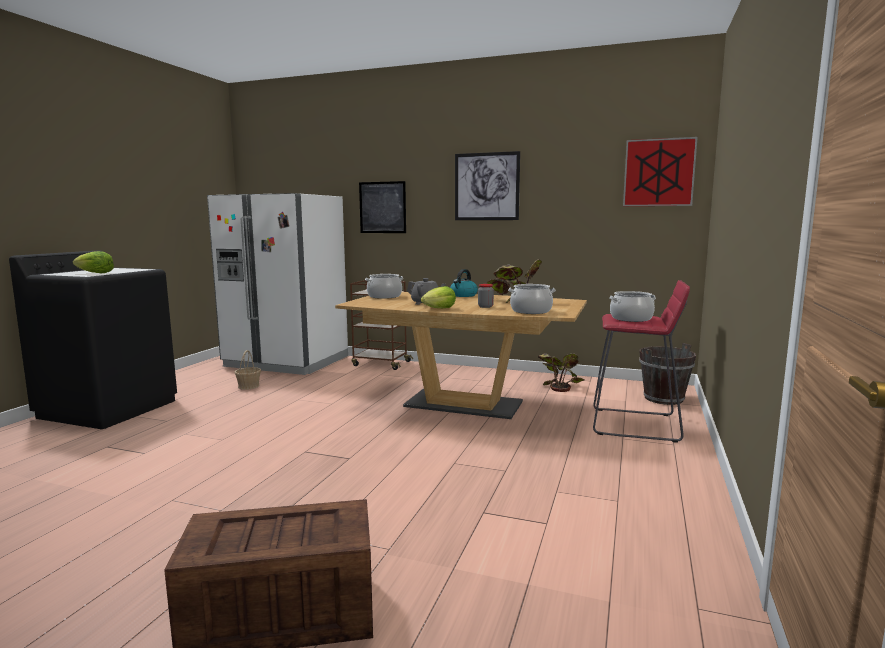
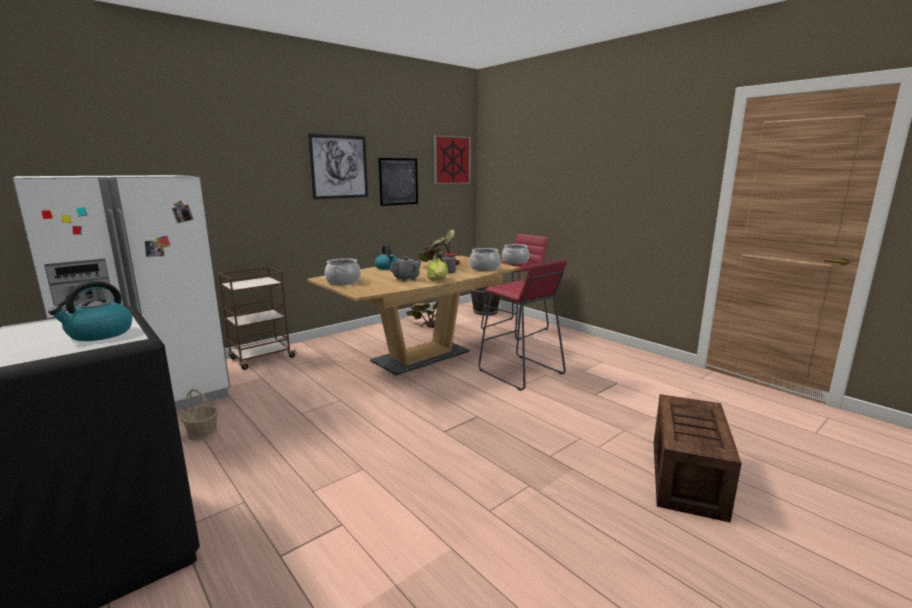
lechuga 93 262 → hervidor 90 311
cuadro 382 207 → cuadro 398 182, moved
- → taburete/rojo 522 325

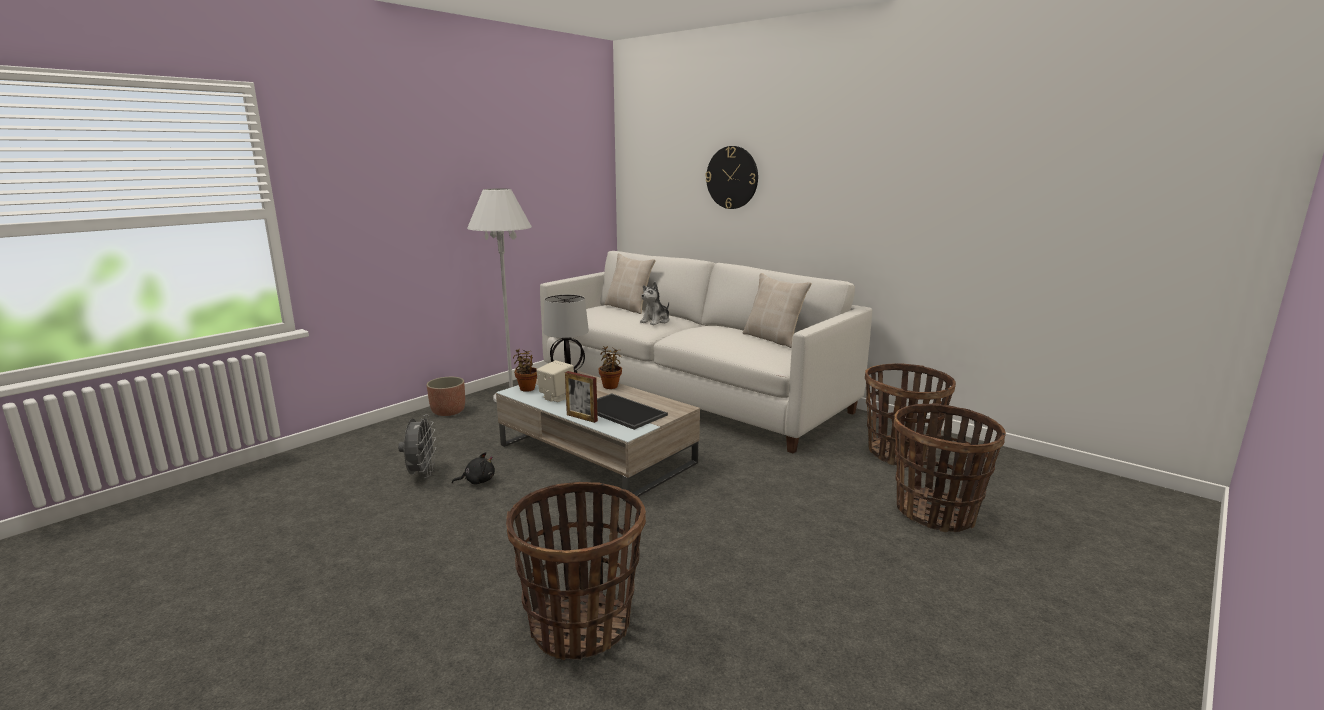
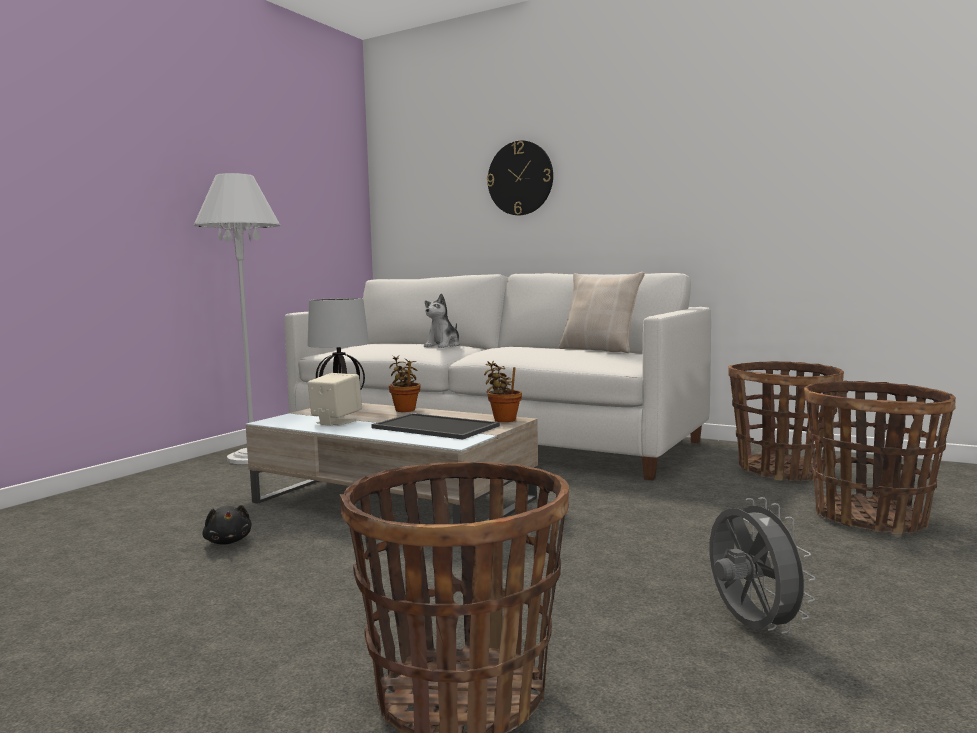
ventilador/gris 417 446 → ventilador/gris 762 565, moved
maceta 446 396 → -
peluche/negro 473 468 → peluche/negro 227 524, 90 degrees clockwise
planta en maceta 525 370 → planta en maceta 503 391, moved
portarretratos 581 397 → -
cojín/beis 630 283 → -

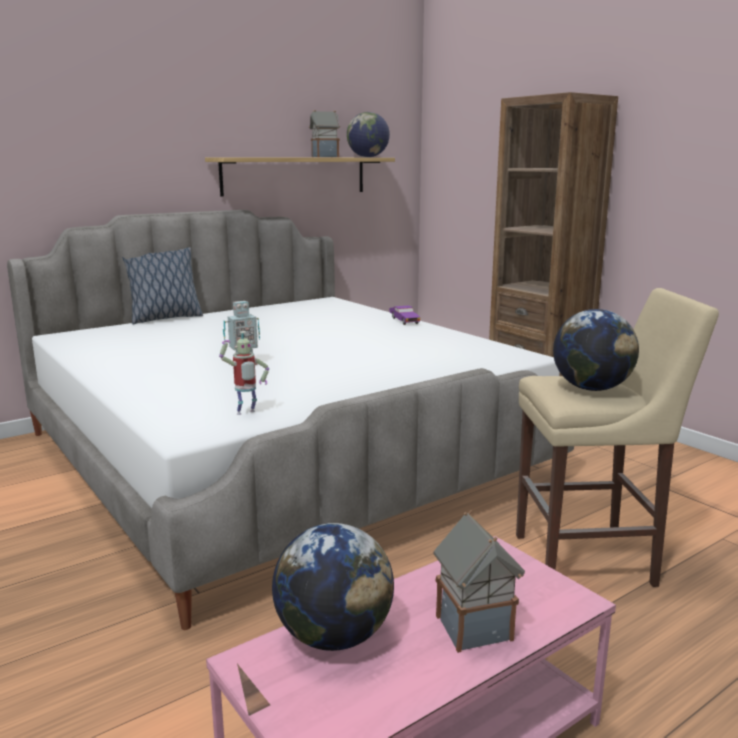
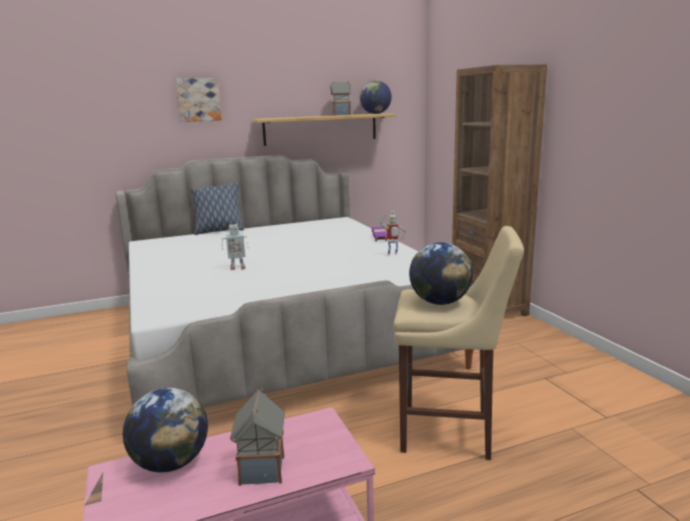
robot de juguete 244 373 → robot de juguete 393 233, moved
- → cuadro 198 100

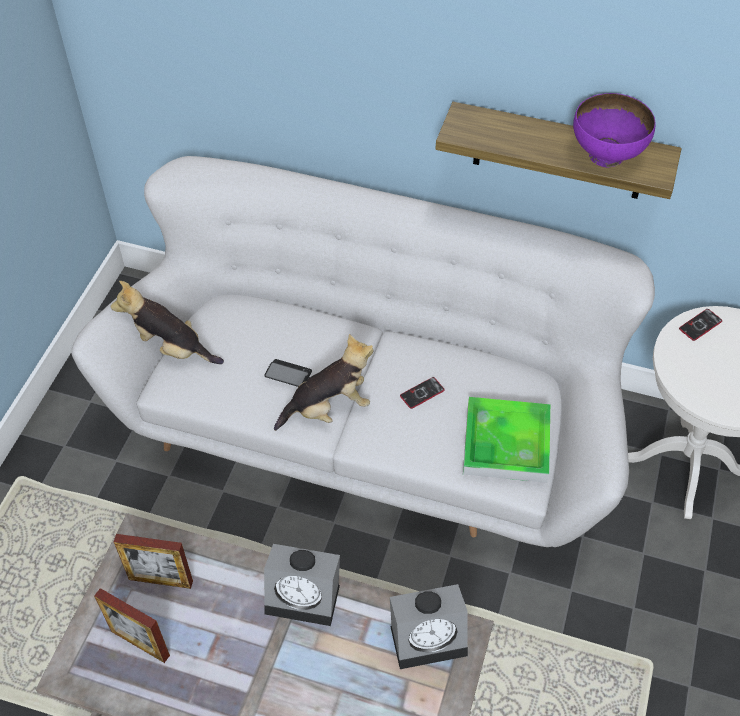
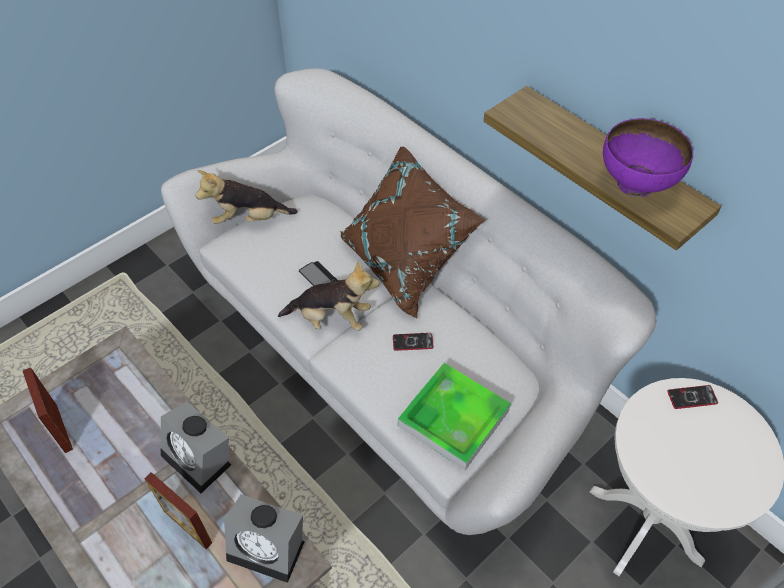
peluche 167 322 → peluche 247 197, 60 degrees counterclockwise
portarretratos 153 561 → portarretratos 178 510, moved
- → cojín/marrón 412 233

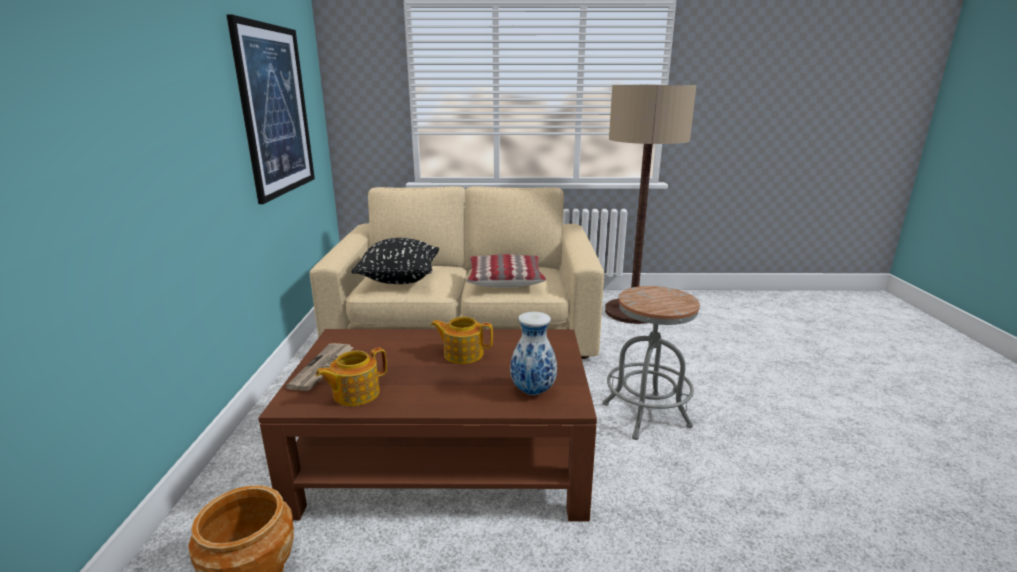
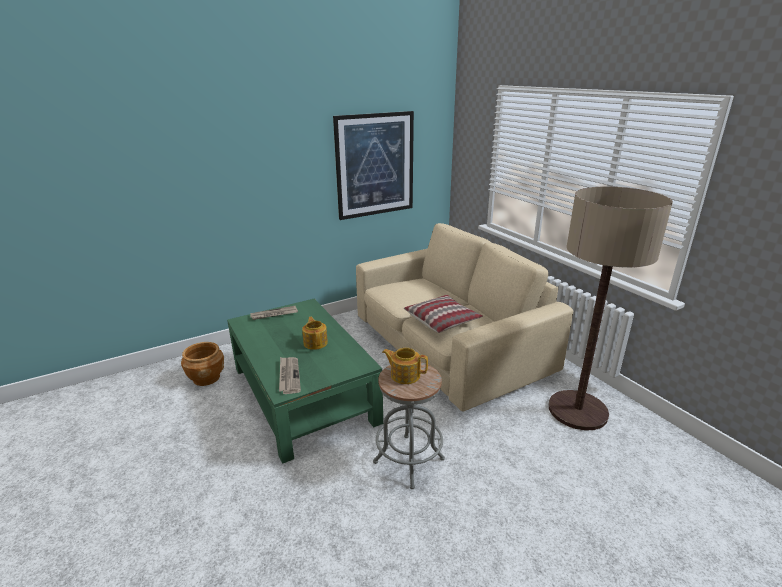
mesa de centro/marrón 428 425 → mesa de centro/verde 305 381
tetera 351 377 → tetera 405 366, moved
cojín/negro 395 261 → -
florero 533 353 → periódico 290 375

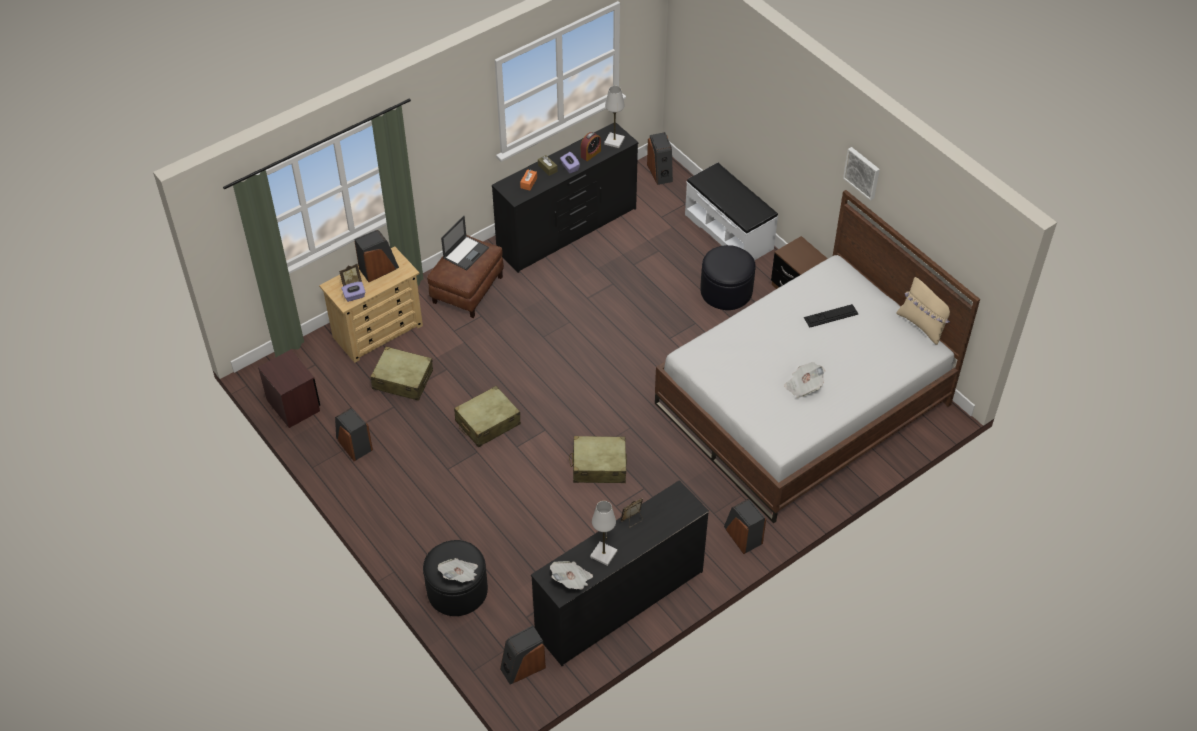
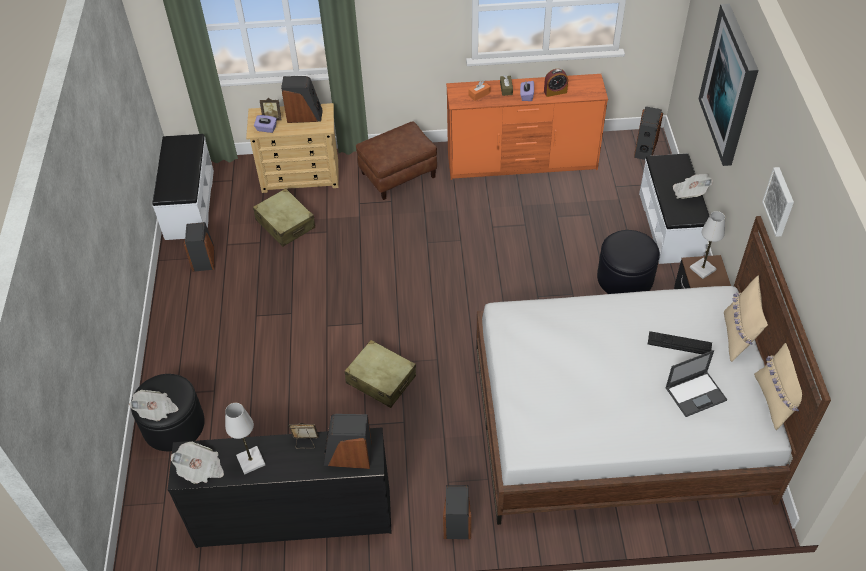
mesita de noche/marrón 289 389 → banco/blanco 183 187
portátil 465 243 → portátil 696 383, moved
maleta/beis 487 416 → -
cómoda/negro 565 198 → cómoda/naranja 527 127
altavoz 523 655 → altavoz 348 441, moved
lámpara de mesa/blanco 614 117 → lámpara de mesa/blanco 707 245, moved
periódico 804 380 → periódico 693 186, moved
- → cuadro 728 84
- → cojín/beis 746 318

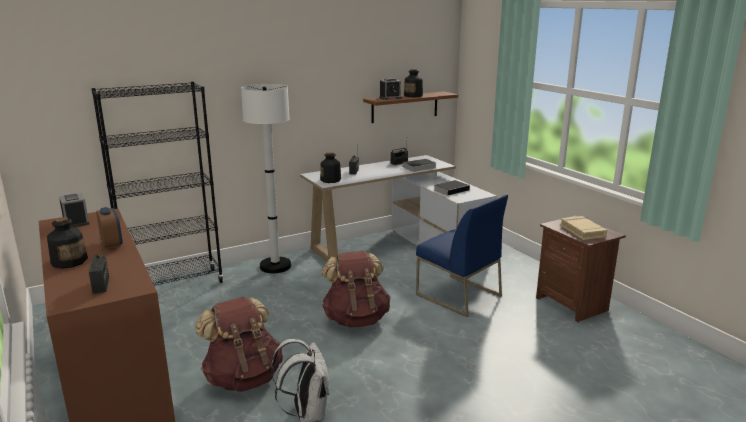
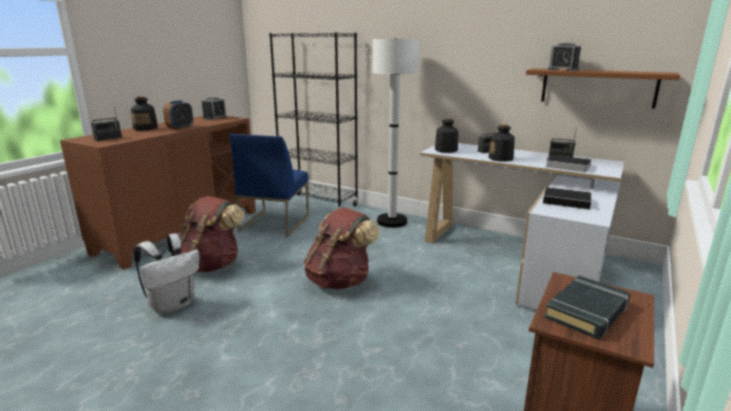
botella 413 83 → botella 501 142, moved
silla/azul 462 256 → silla/azul 269 185, moved
libro/beis 583 228 → libro/negro 587 307

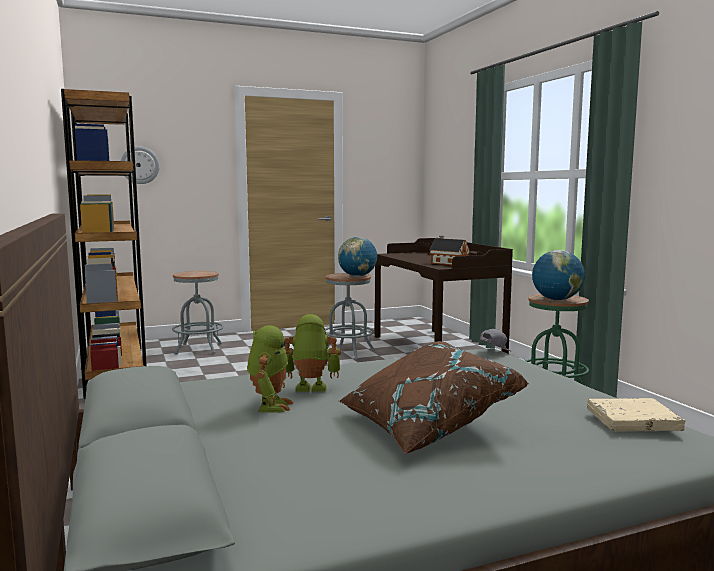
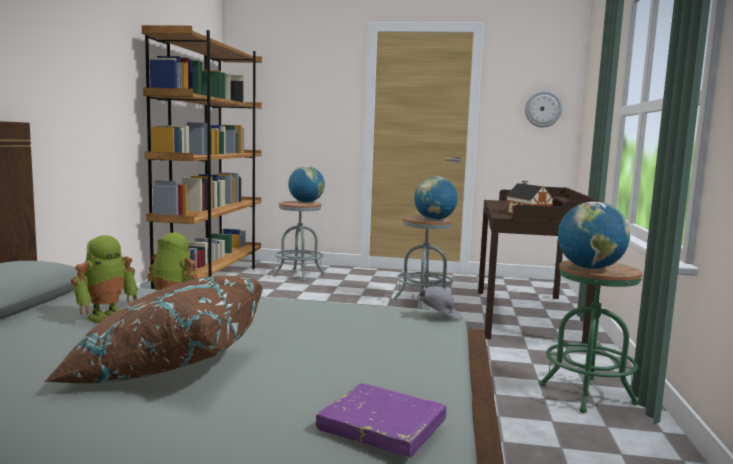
reloj de pared 140 165 → reloj de pared 543 108, moved
libro/beis 636 415 → libro/morado 381 420
- → globo terráqueo 306 184

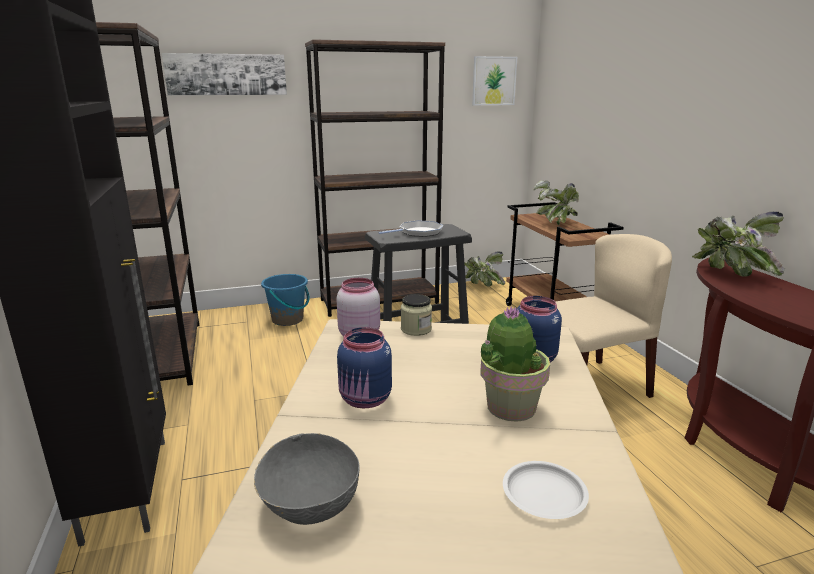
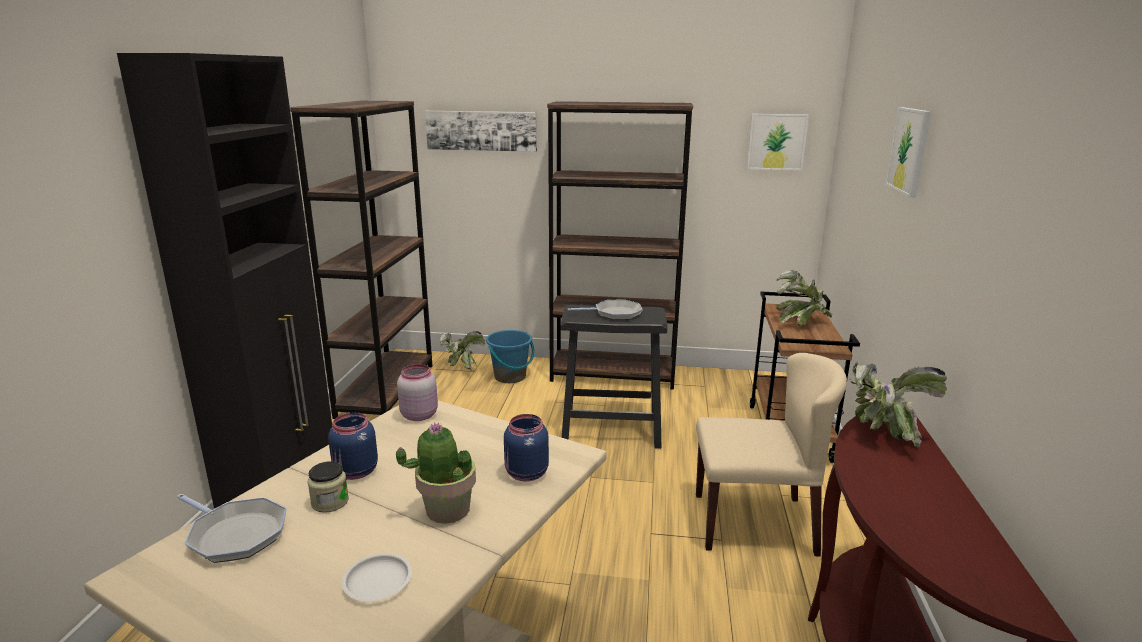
cuenco/gris 307 479 → sartén 232 528
tarro 416 315 → tarro 328 487, moved
planta en maceta 485 269 → planta en maceta 462 351, moved
- → cuadro 908 152

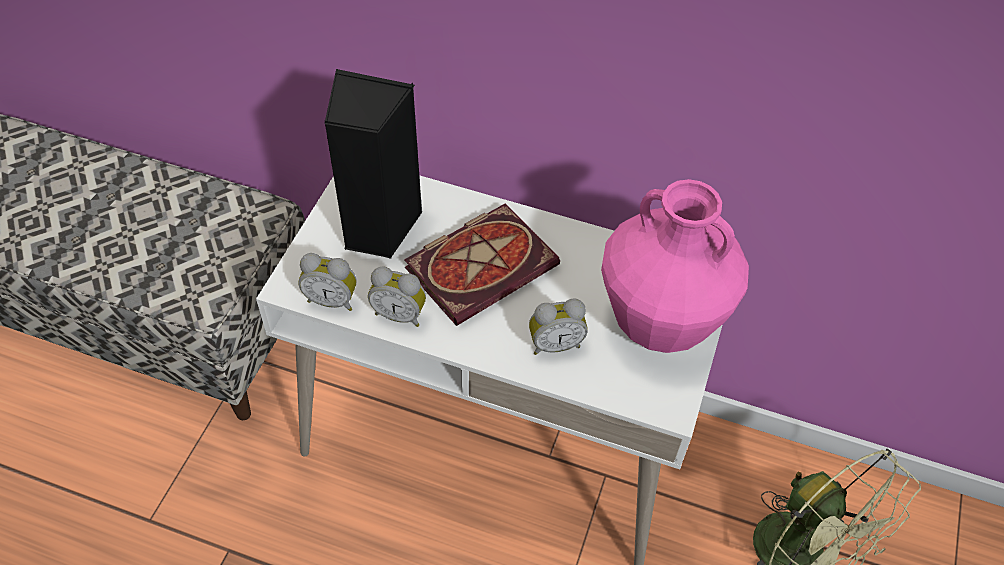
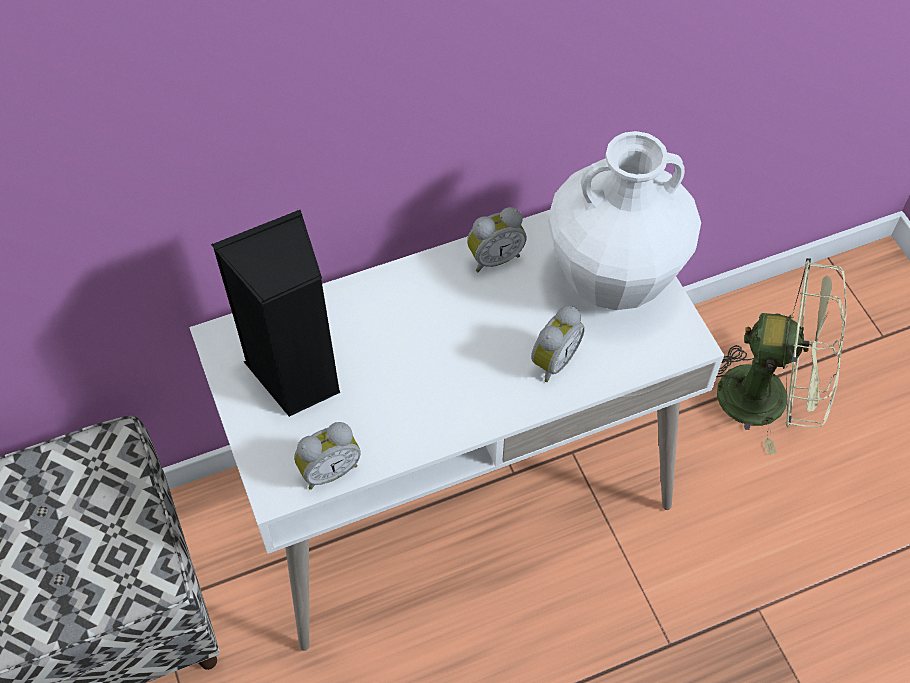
despertador 397 296 → despertador 497 239, moved
libro 482 265 → -
florero/rosa 675 266 → florero/blanco 624 220

